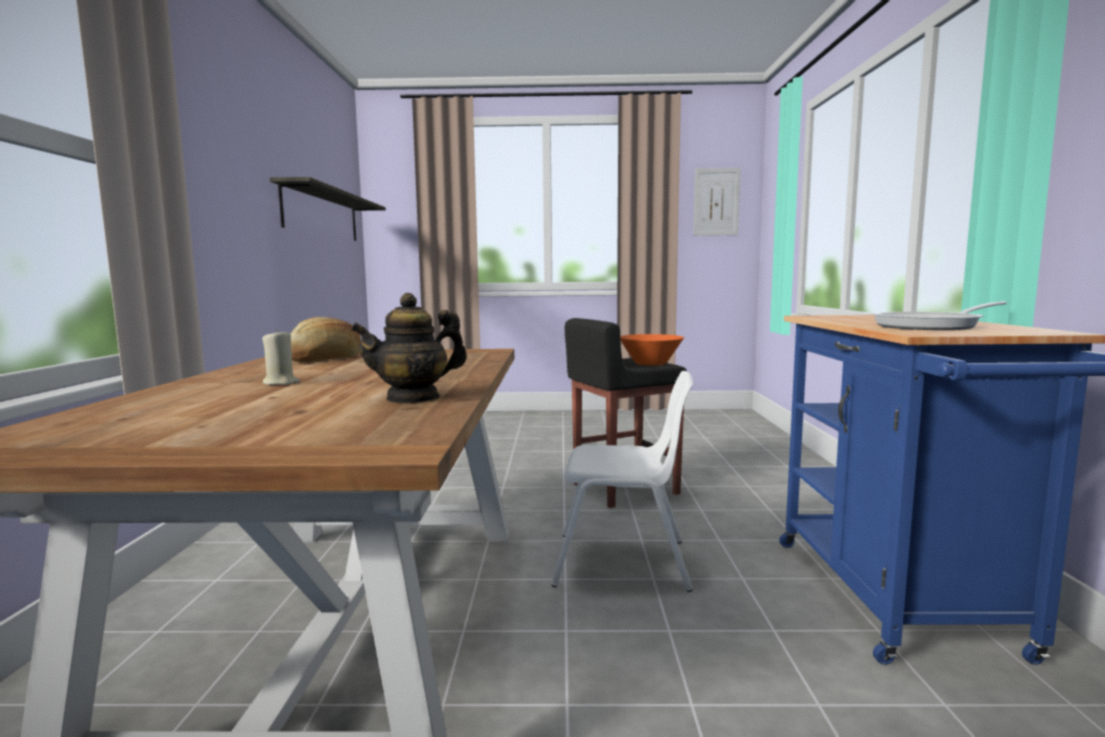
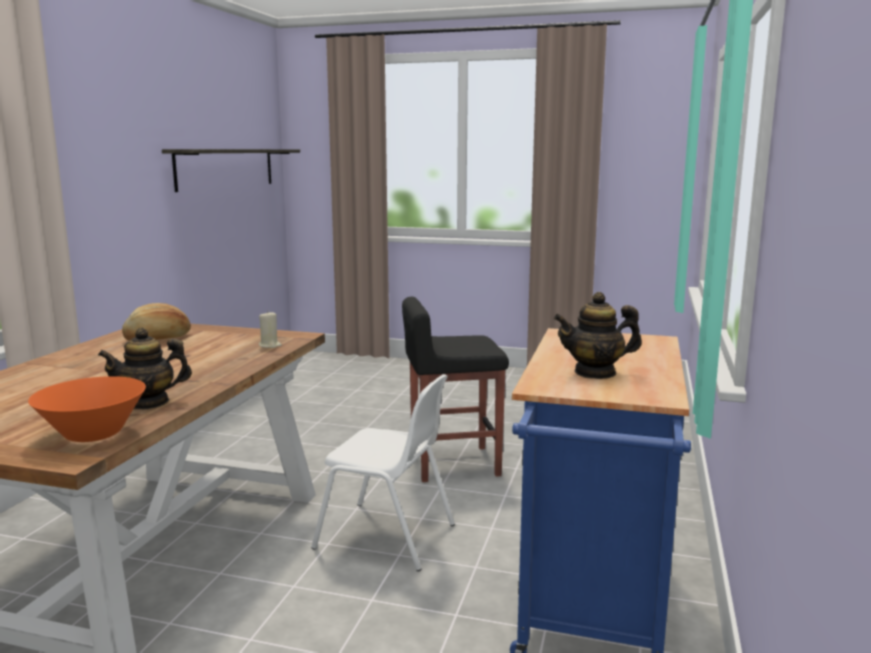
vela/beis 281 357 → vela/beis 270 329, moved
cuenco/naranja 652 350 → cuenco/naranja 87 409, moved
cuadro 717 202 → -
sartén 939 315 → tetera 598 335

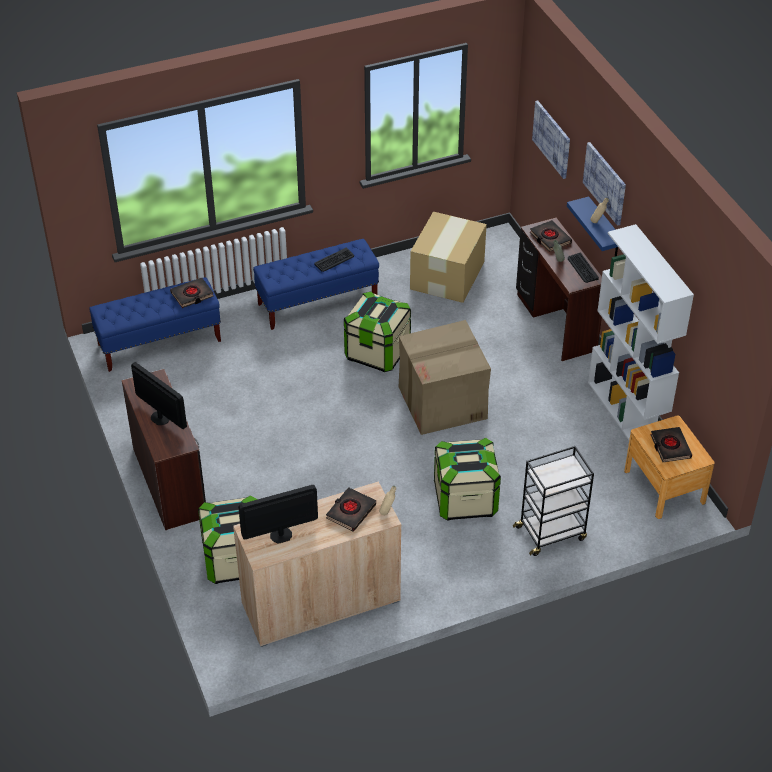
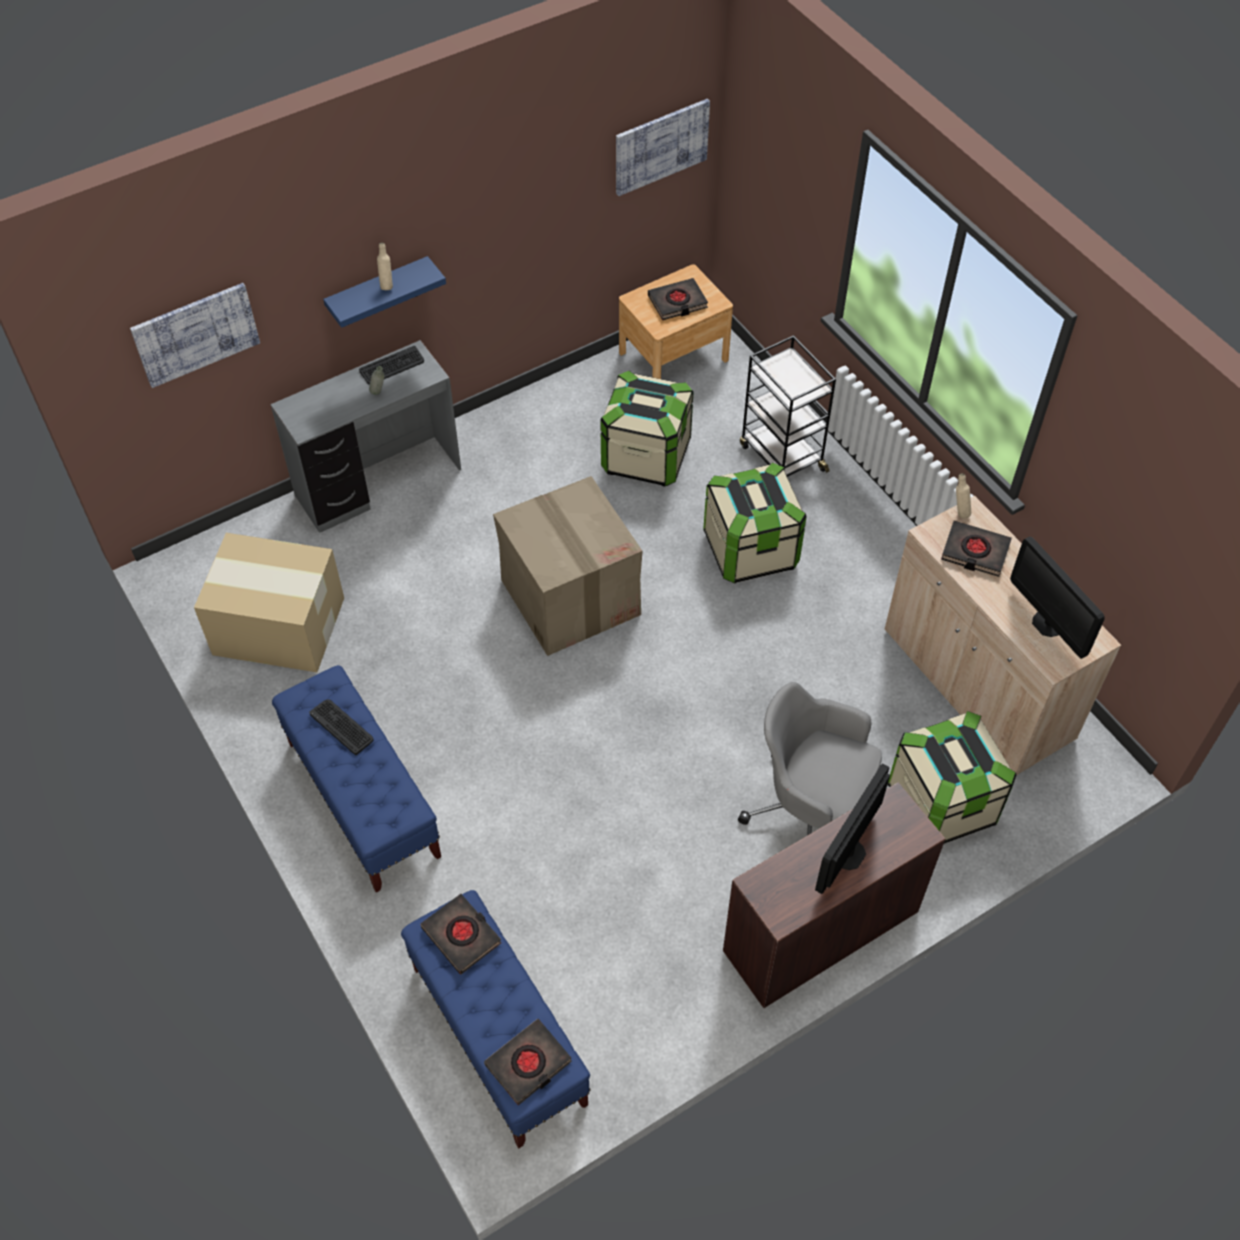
caja de almacenaje 377 331 → caja de almacenaje 647 429, moved
escritorio/marrón 559 289 → escritorio/gris 365 436
libro/negro 551 236 → libro/negro 528 1062, moved
cuadro 604 184 → cuadro 663 147, moved
estantería/blanco 641 332 → -
- → silla de oficina/gris 810 759

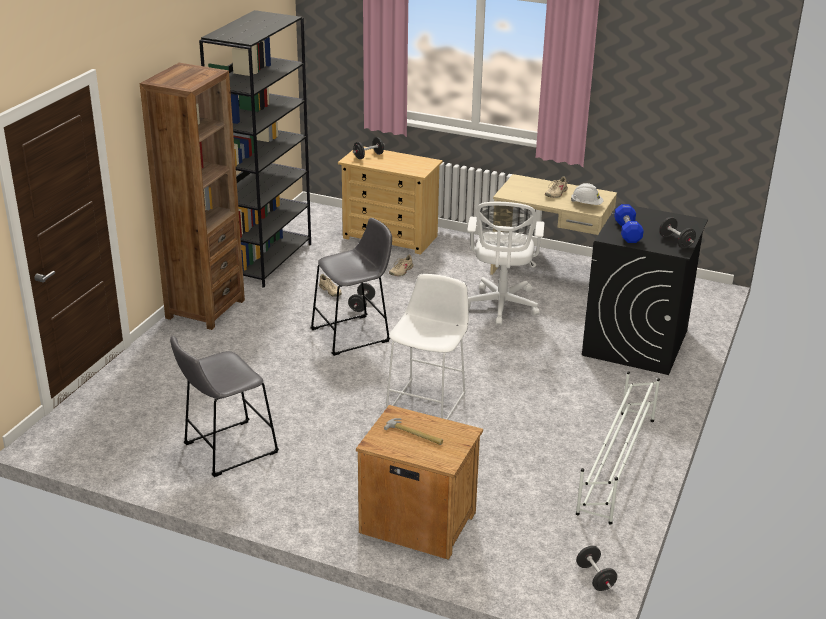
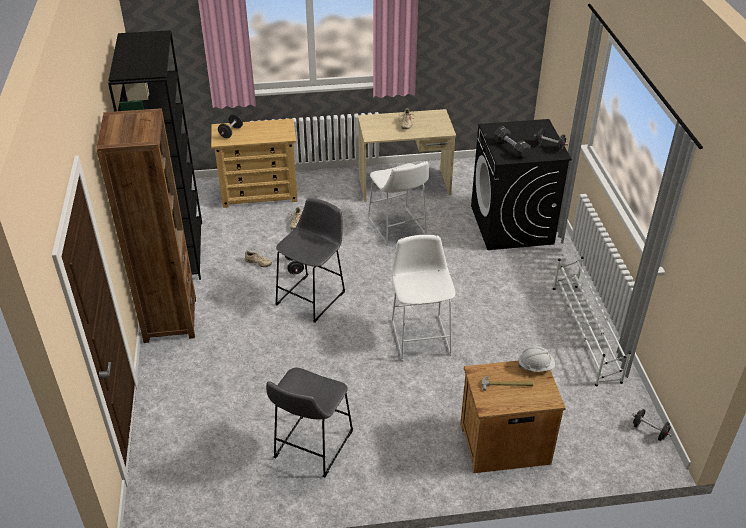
silla de oficina/blanco 505 263 → taburete/blanco 398 203
casco/blanco 587 194 → casco/blanco 536 359, moved
mancuerna/azul 629 223 → mancuerna/negro 512 142

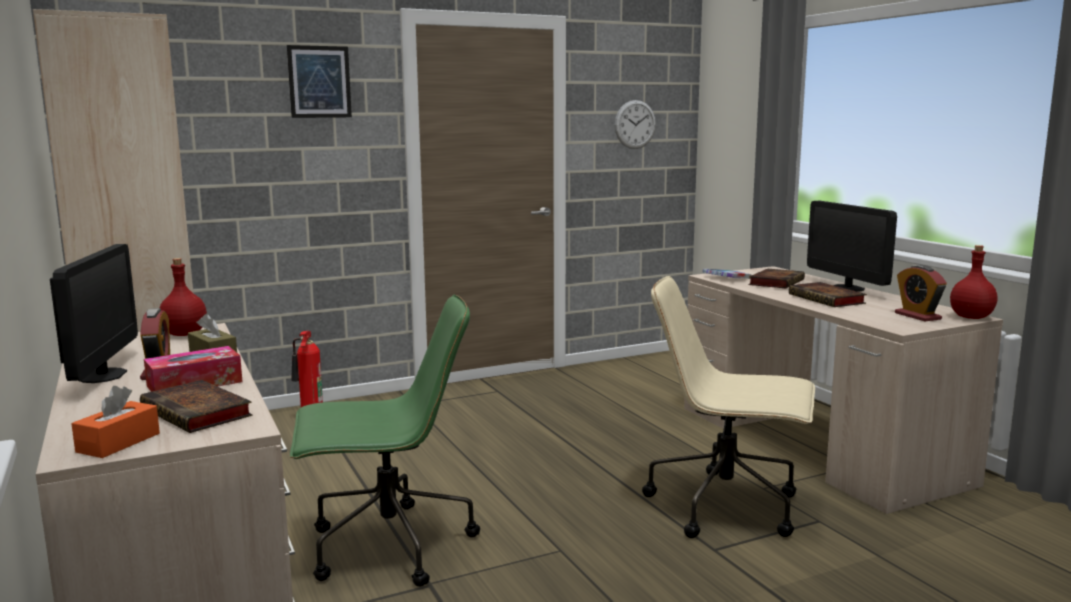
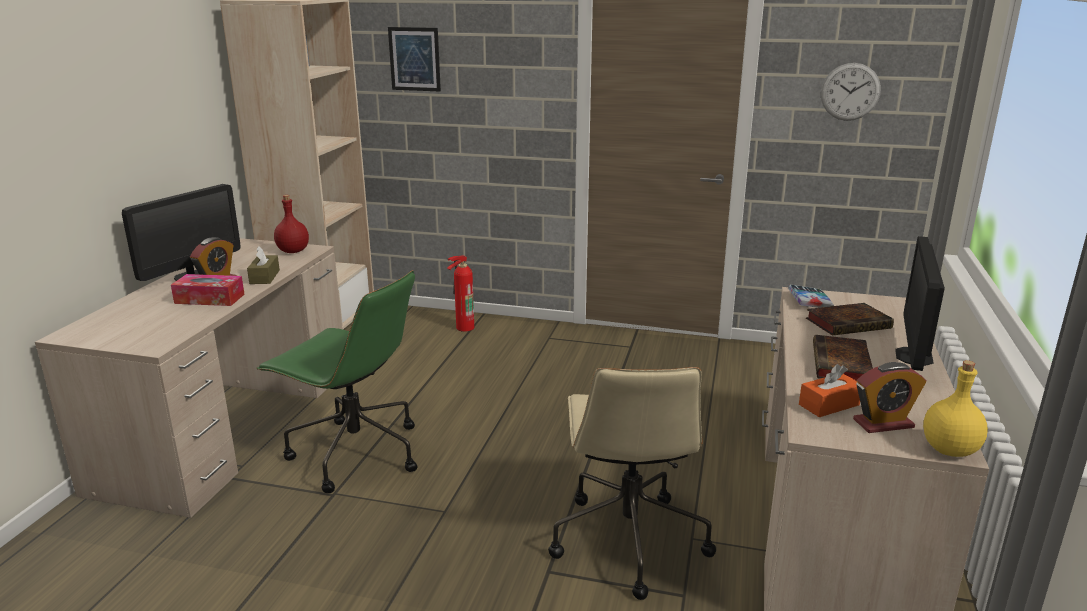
caja de pañuelos/naranja 116 422 → caja de pañuelos/naranja 829 390, moved
libro 196 406 → -
cuadro 319 81 → cuadro 414 59, moved
silla de oficina/beis 728 407 → silla de oficina/beis 632 483, 150 degrees counterclockwise
despertador 921 293 → despertador 890 397, 120 degrees counterclockwise
botella/rojo 973 282 → botella/amarillo 955 408

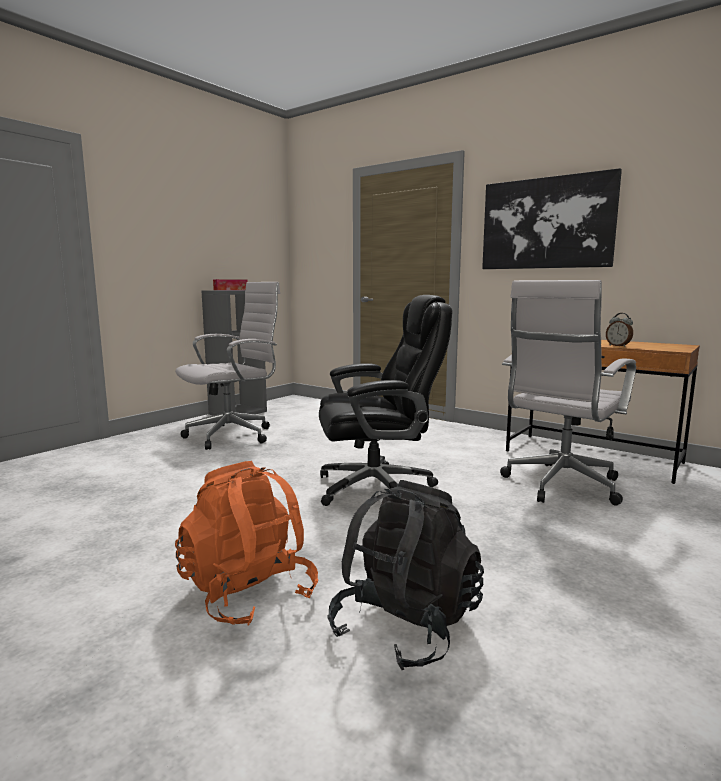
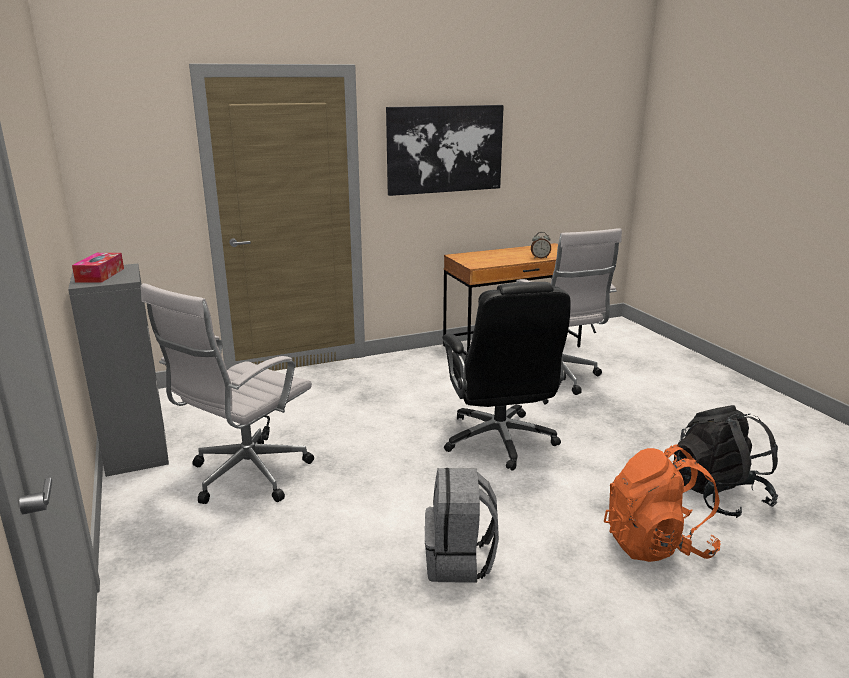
silla de oficina/blanco 227 366 → silla de oficina/blanco 227 393, 135 degrees counterclockwise
silla de oficina/negro 385 400 → silla de oficina/negro 506 376, 150 degrees clockwise
- → mochila/gris 462 525

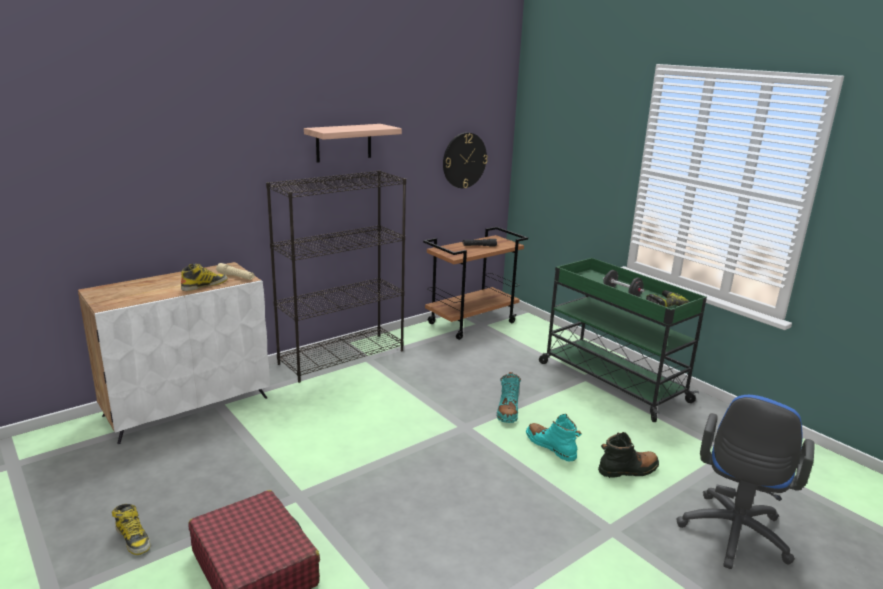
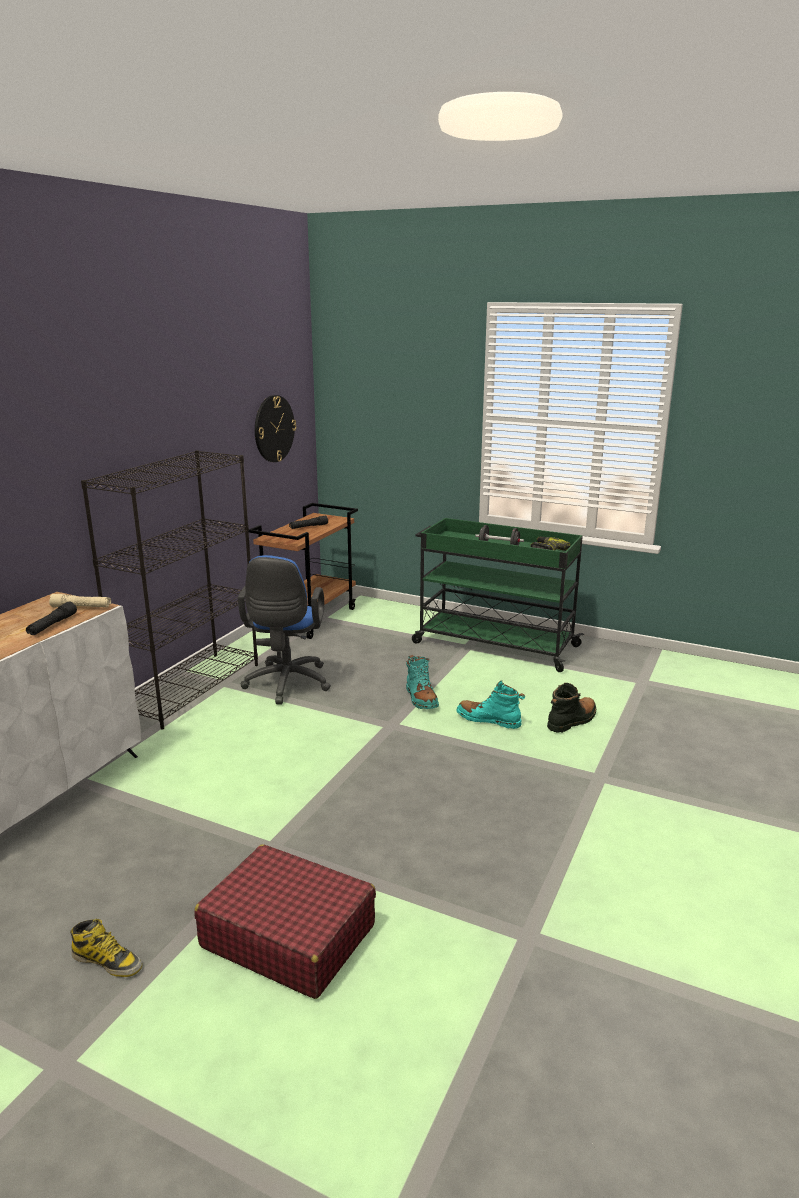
bota 204 277 → linterna/negro 51 618
estante 353 143 → -
silla de oficina/azul 745 482 → silla de oficina/azul 284 629, moved

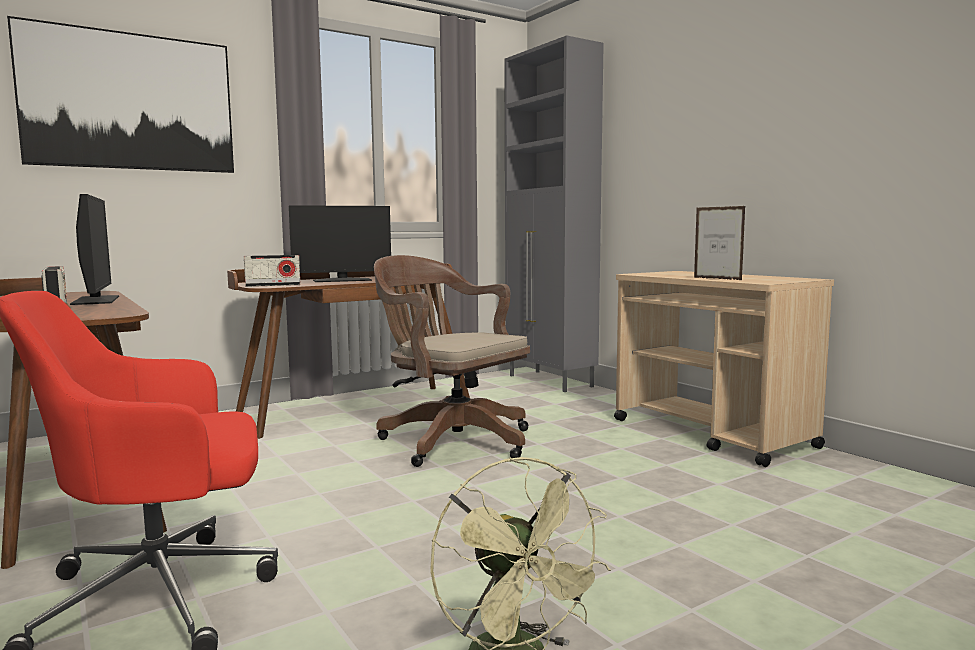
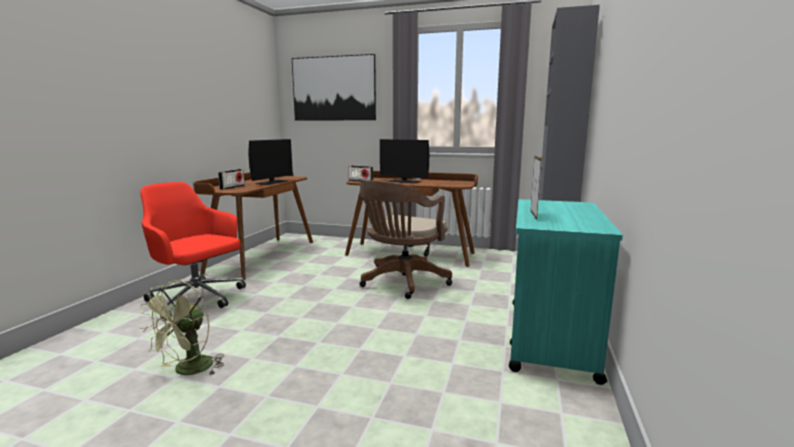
silla de oficina/marrón 452 361 → silla de oficina/marrón 406 239, 150 degrees counterclockwise
carrito/beis 724 369 → carrito/turquesa 566 292

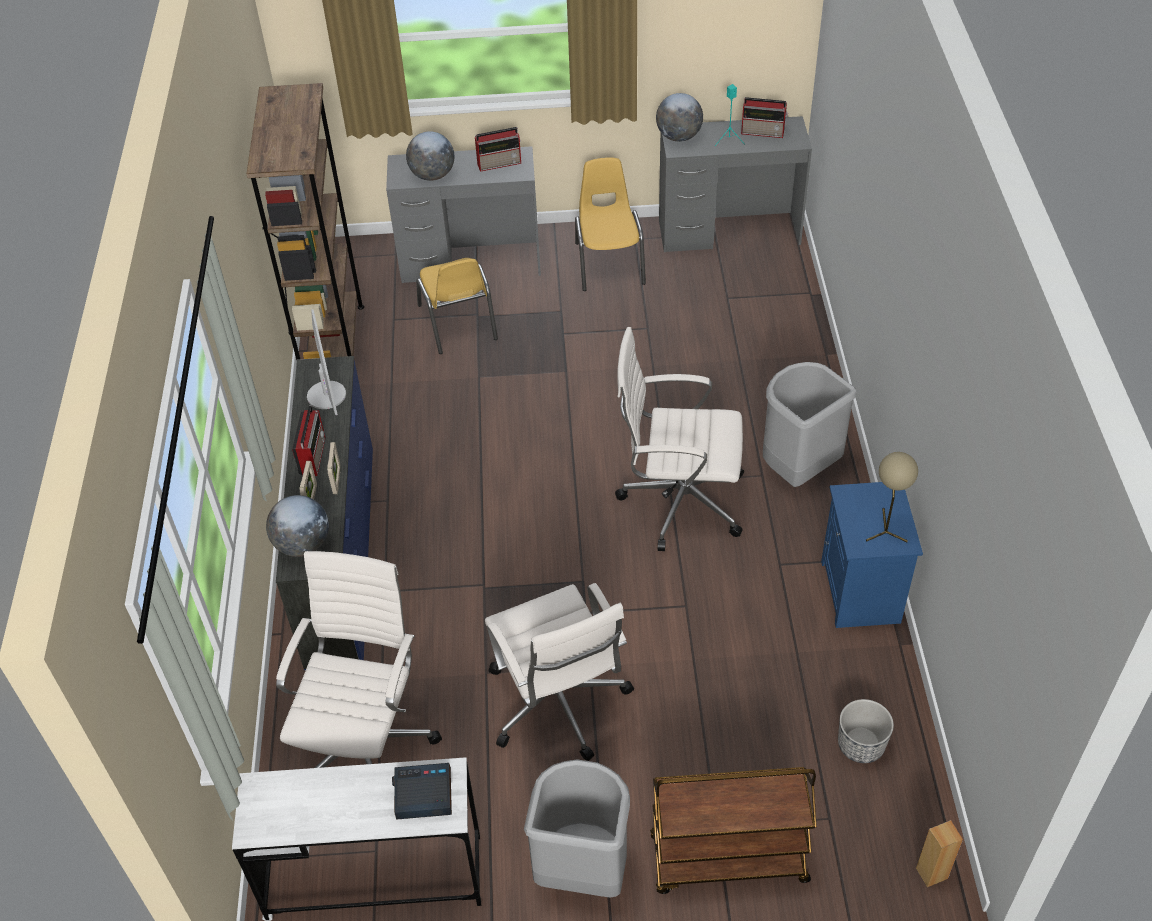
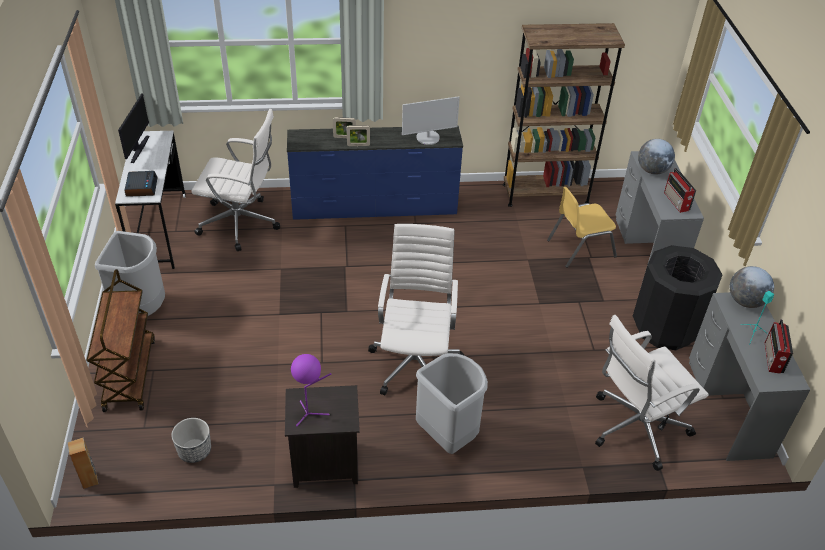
globo terráqueo 297 526 → -
radio 309 440 → -
silla de oficina/blanco 559 672 → silla de oficina/blanco 651 393, moved
silla/amarillo 610 224 → papelera/negro 678 297
mesita de noche/azul 872 555 → mesita de noche/negro 322 436
lámpara de mesa/beis 892 497 → lámpara de mesa/morado 311 390
- → monitor 133 128

